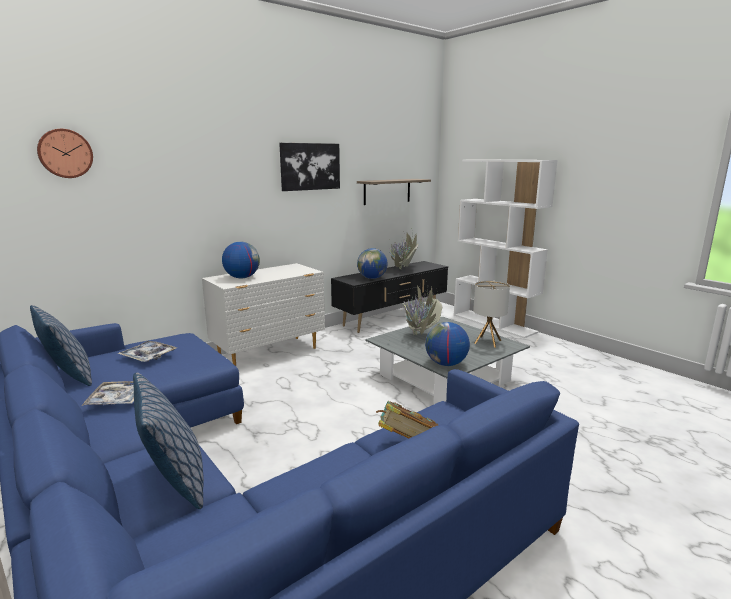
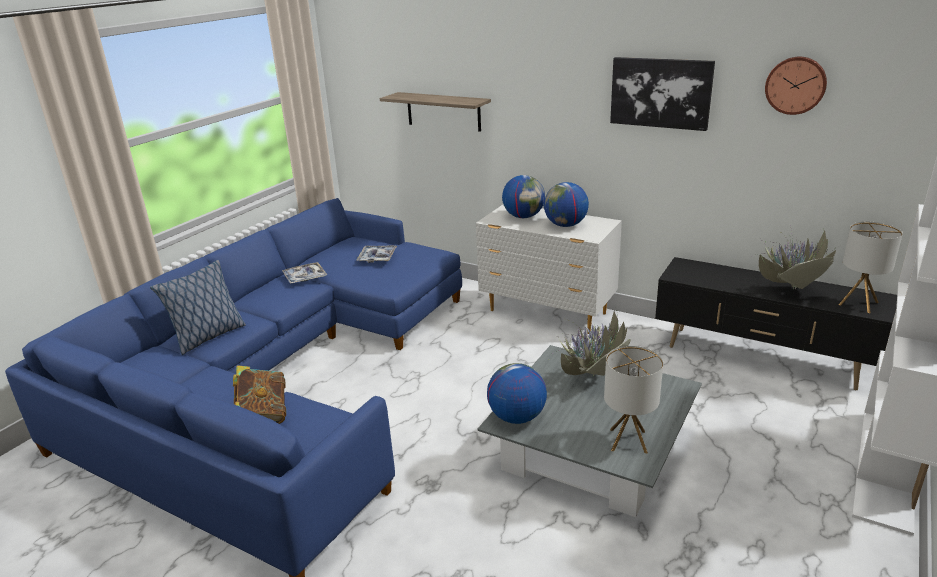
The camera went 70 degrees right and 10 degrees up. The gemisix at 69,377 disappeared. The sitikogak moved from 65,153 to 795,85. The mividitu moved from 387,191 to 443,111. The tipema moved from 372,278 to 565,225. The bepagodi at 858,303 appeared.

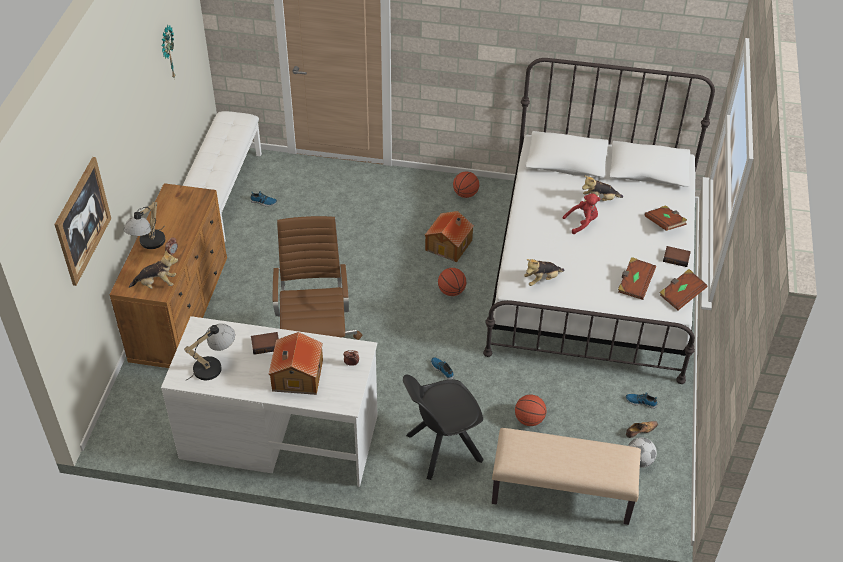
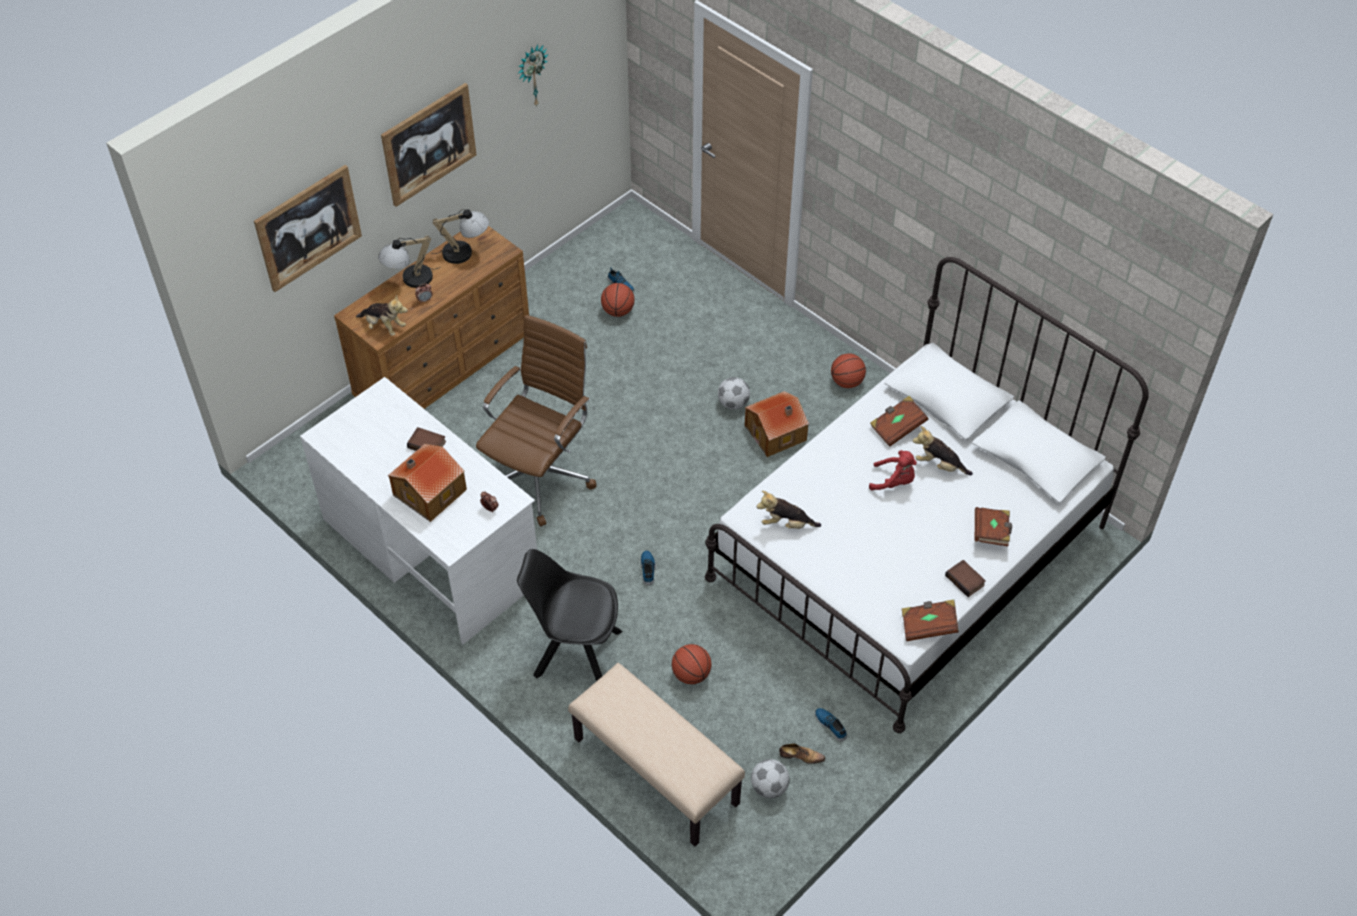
The camera went 35 degrees right and 5 degrees up. The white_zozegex at 223,194 disappeared. The bepagodi moved from 214,365 to 465,253. The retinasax moved from 451,291 to 618,311. The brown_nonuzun moved from 634,284 to 897,427. The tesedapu at 429,144 appeared. The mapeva at 733,403 appeared.

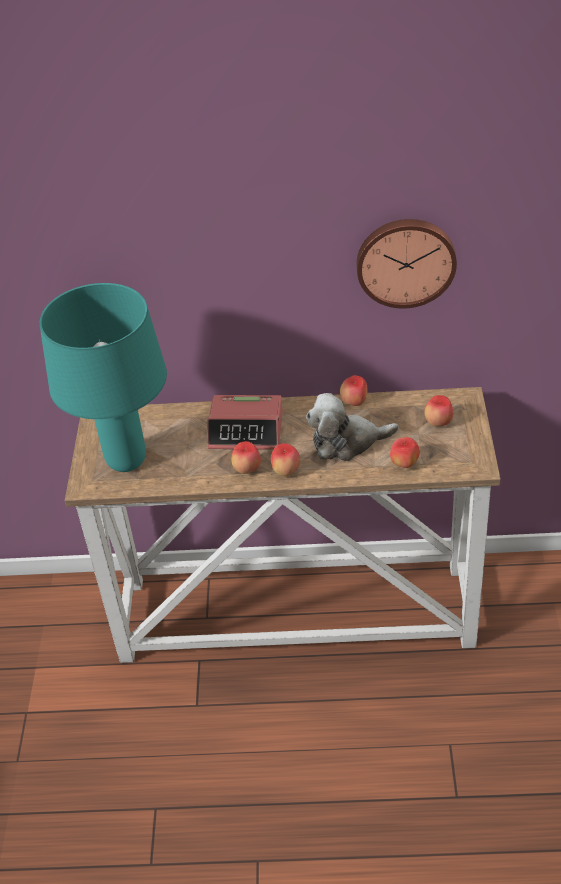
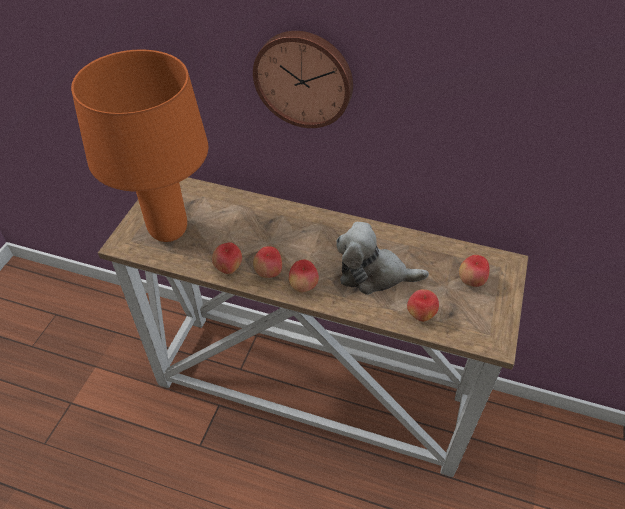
The camera went 15 degrees right and 5 degrees up. The turquoise_bepagodi at 126,461 became the orange_bepagodi at 168,231. The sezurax at 246,430 disappeared. The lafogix moved from 354,402 to 228,268. The sitikogak moved from 405,261 to 304,78.

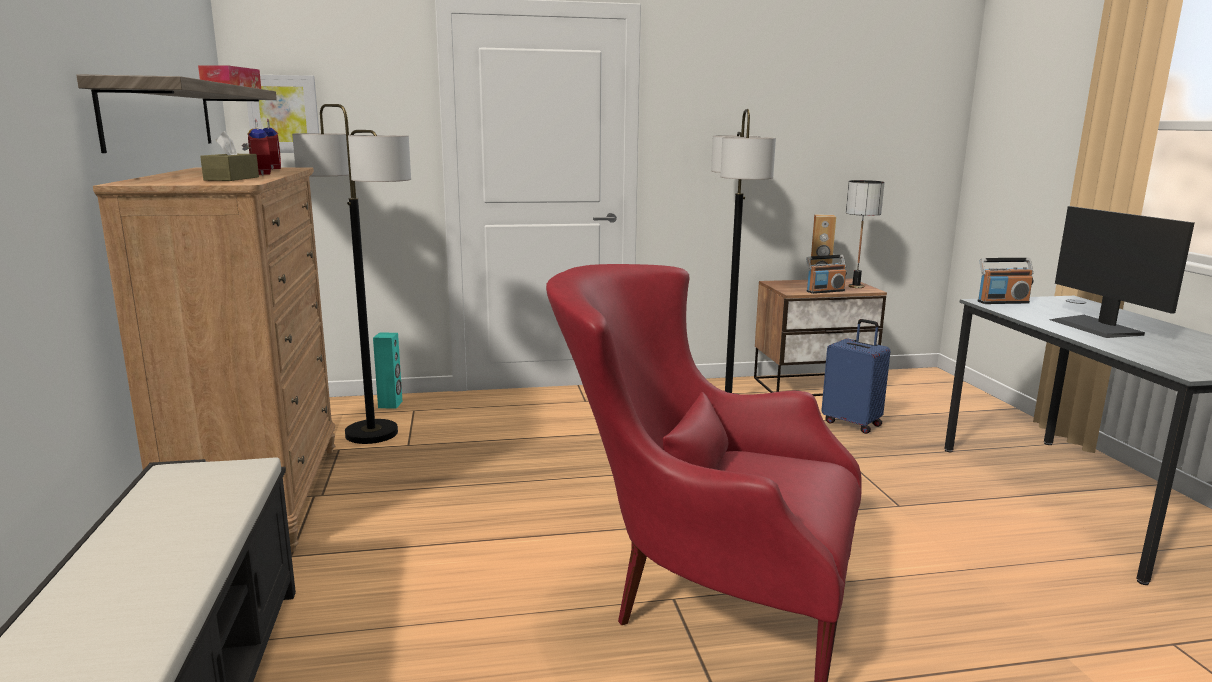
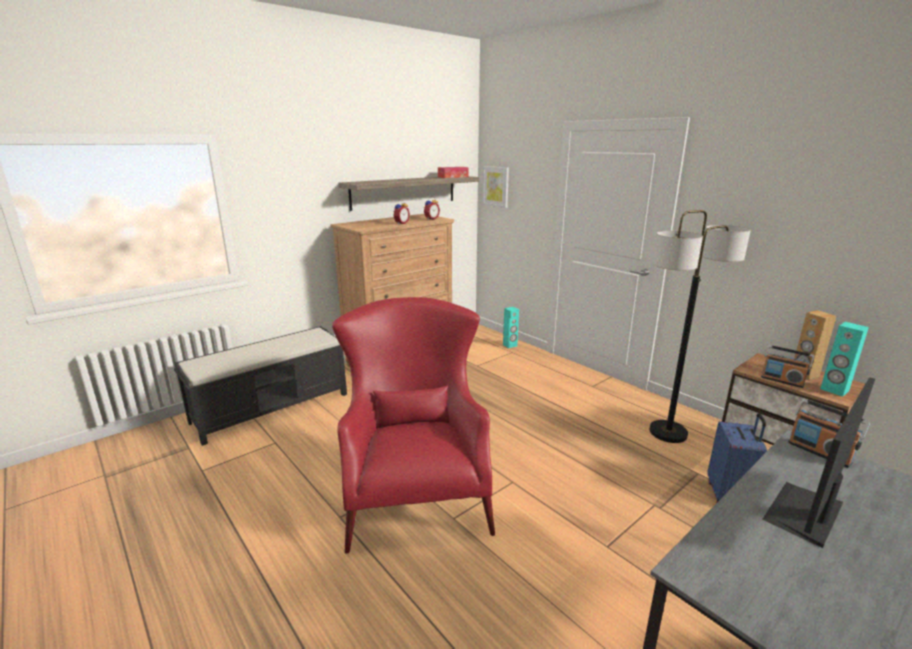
The camera went 60 degrees right and 5 degrees up. The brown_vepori at 232,178 disappeared. The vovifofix at 371,434 disappeared. The bepagodi at 856,286 was replaced by the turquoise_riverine at 834,390.

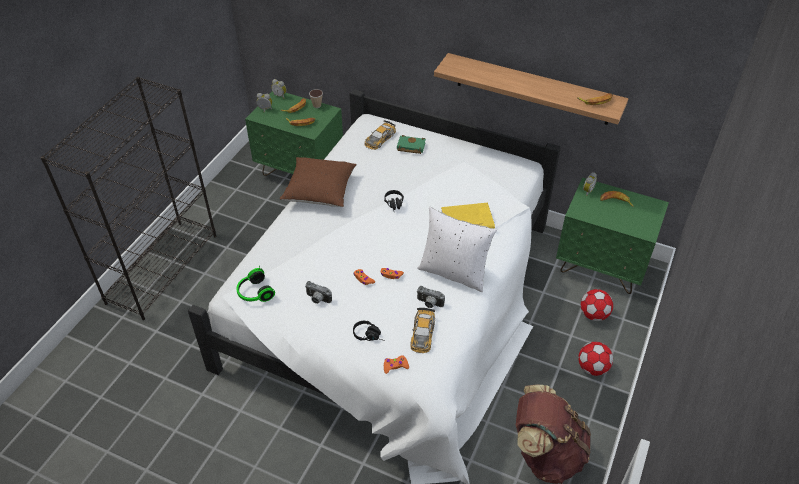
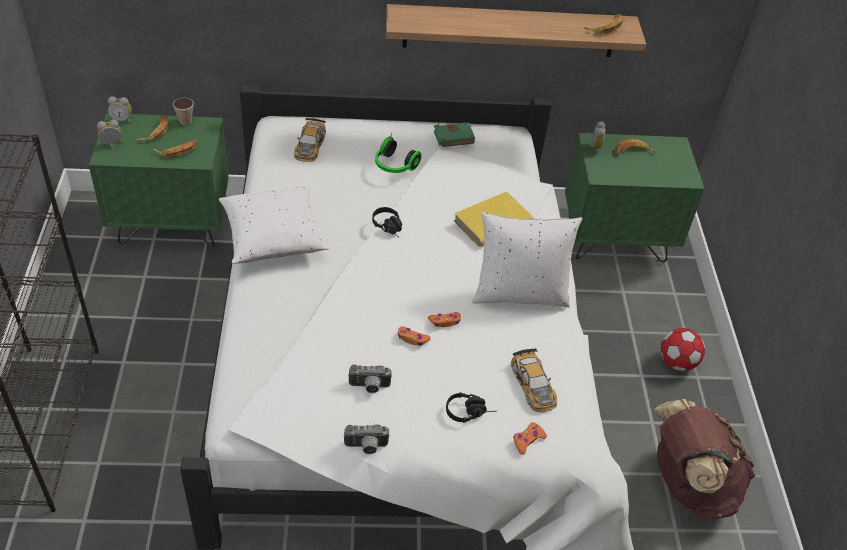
The camera went 30 degrees left and 0 degrees up. The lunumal moved from 254,293 to 394,166. The brown_gemisix at 320,191 became the white_gemisix at 273,238. The green_nonuzun moved from 410,147 to 453,138. The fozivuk moved from 429,304 to 366,447. The mapeva at 594,315 disappeared.

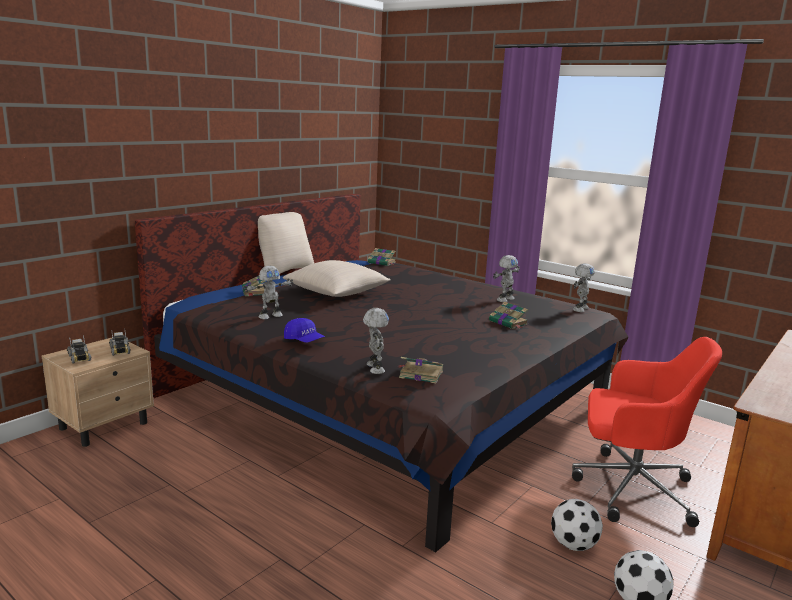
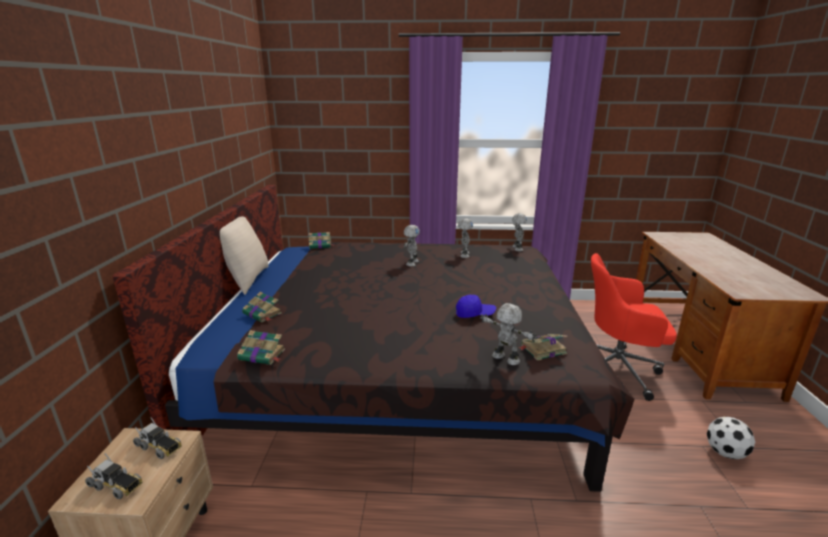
The camera went 35 degrees left and 5 degrees up. The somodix moved from 270,316 to 411,263. The beige_gemisix at 336,292 disappeared. The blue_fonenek moved from 304,341 to 475,314. The nonuzun moved from 508,323 to 263,355. The mapeva at 574,545 disappeared. The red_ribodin at 630,488 turned 150 degrees counterclockwise.

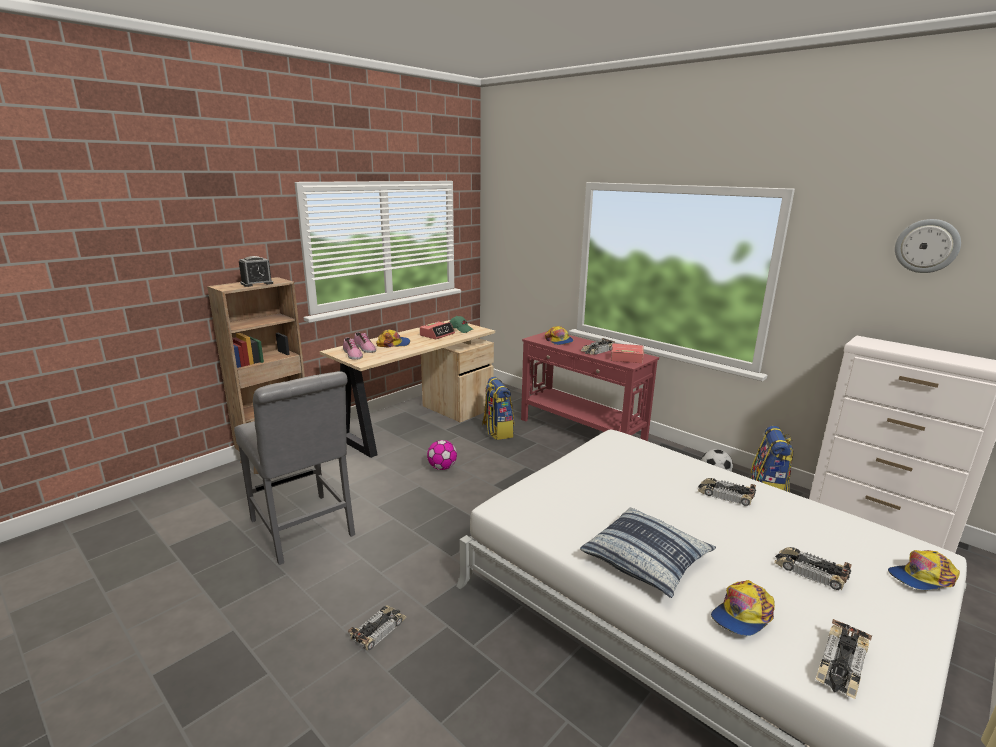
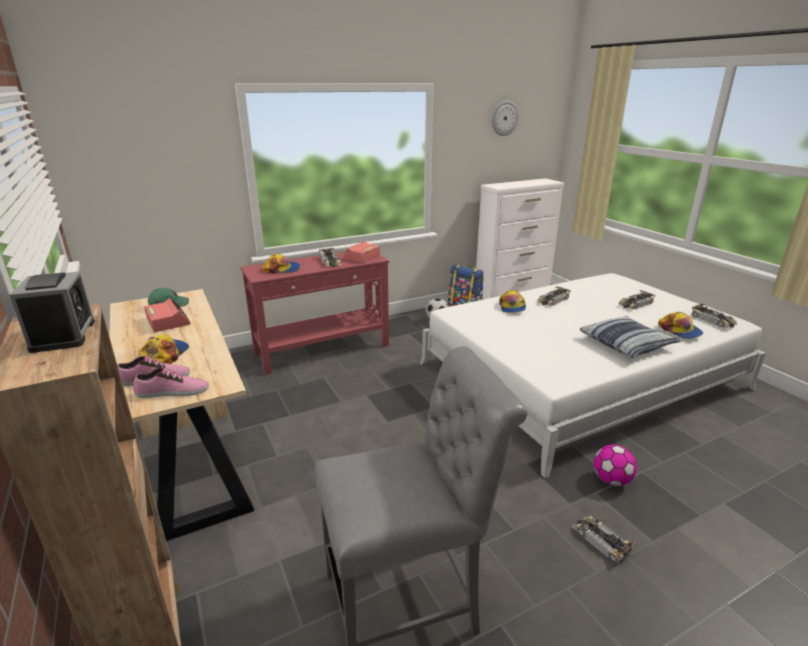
The camera went 70 degrees left and 5 degrees up. The mapeva moved from 442,468 to 611,480. The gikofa at 497,431 disappeared. The fonenek moved from 922,578 to 512,307.

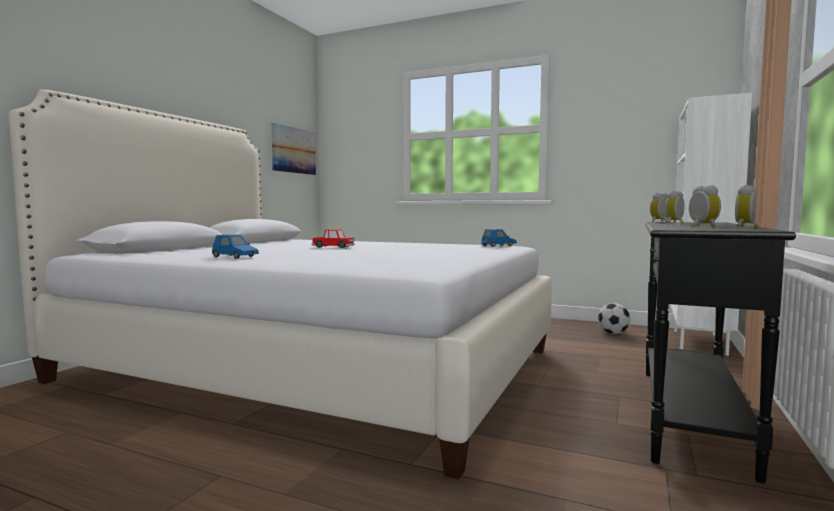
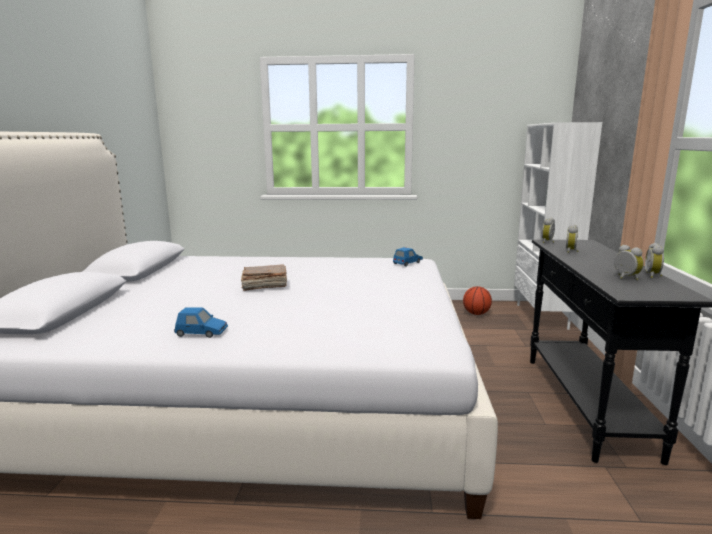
The camera went 20 degrees left and 10 degrees up. The tesedapu at 294,150 disappeared. The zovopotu at 333,247 was replaced by the brown_nonuzun at 264,286. The mapeva at 613,333 was replaced by the retinasax at 476,313.

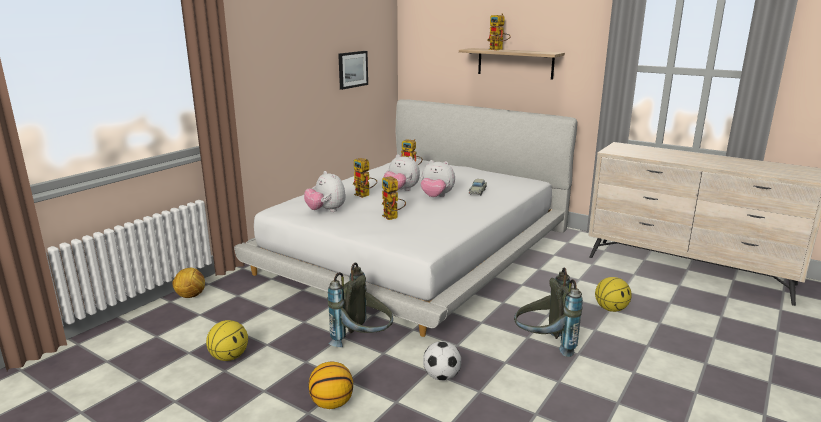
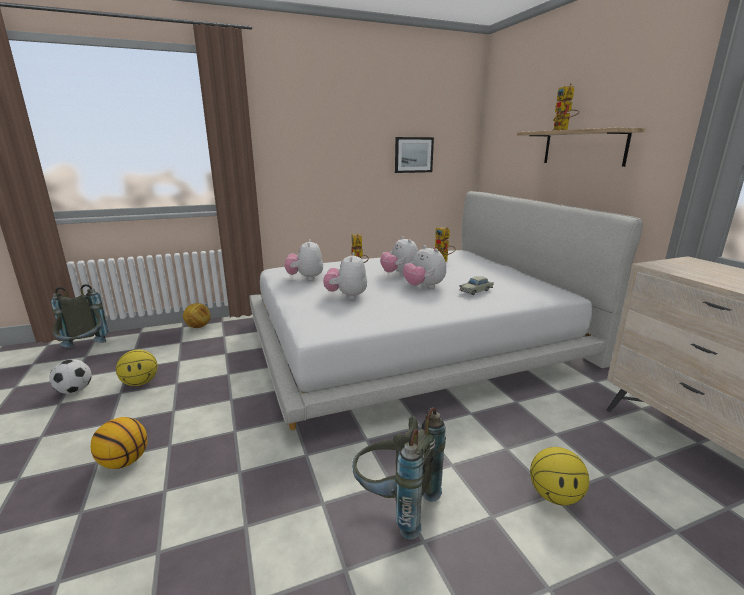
The camera went 35 degrees right and 0 degrees up. The grey_gikofa moved from 363,343 to 85,350. The somodix at 393,217 was replaced by the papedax at 346,296. The mapeva moved from 442,376 to 75,391.

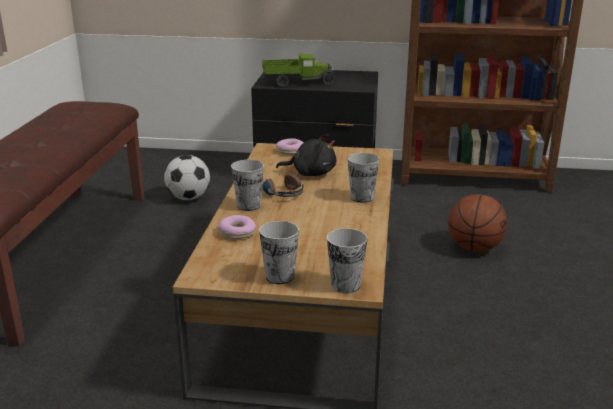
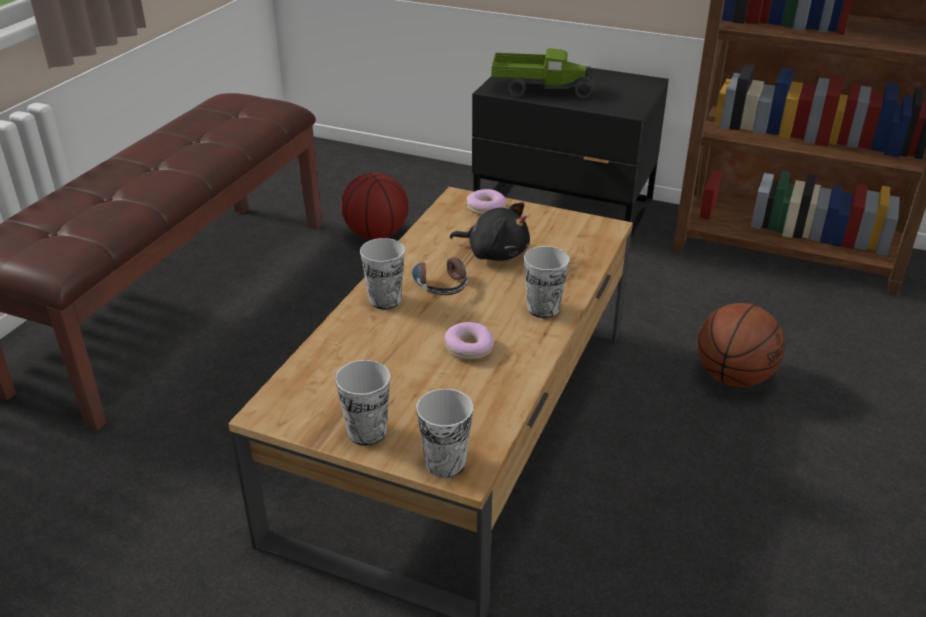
The camera went 15 degrees right and 10 degrees up. The mapeva at 188,198 was replaced by the retinasax at 376,234. The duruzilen moved from 237,233 to 469,348.

